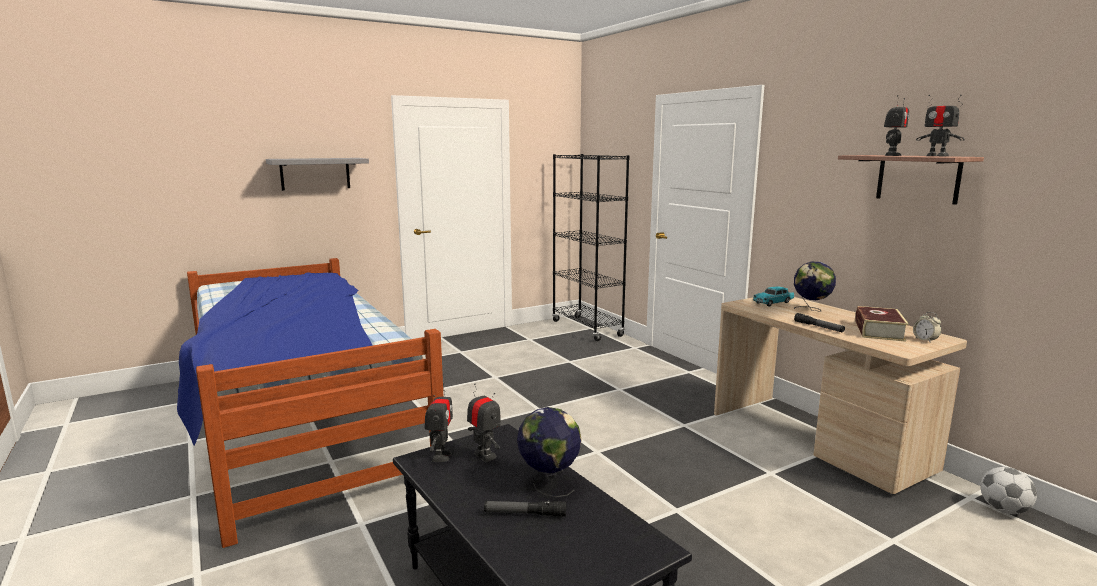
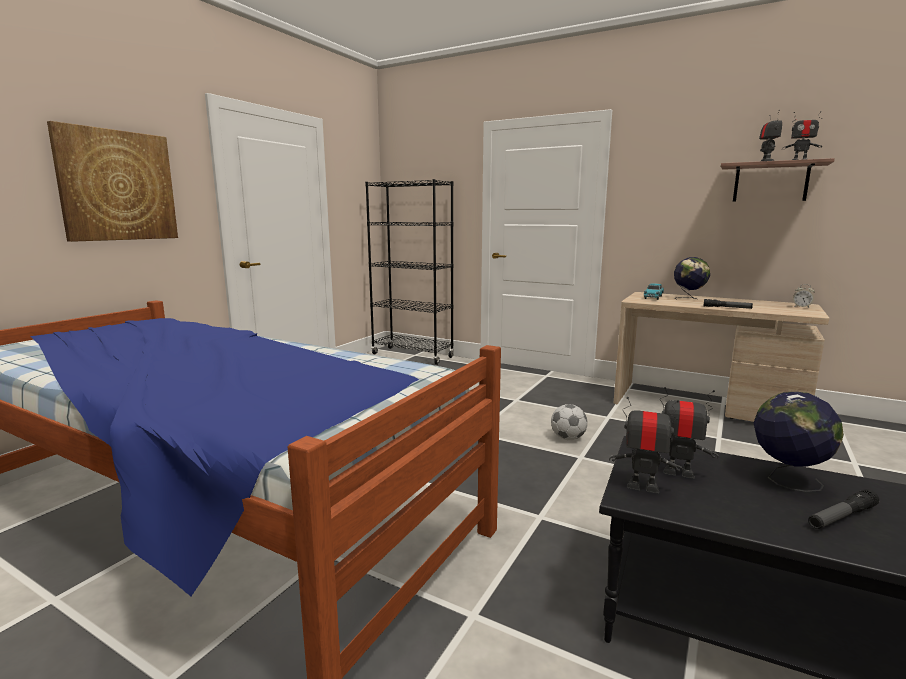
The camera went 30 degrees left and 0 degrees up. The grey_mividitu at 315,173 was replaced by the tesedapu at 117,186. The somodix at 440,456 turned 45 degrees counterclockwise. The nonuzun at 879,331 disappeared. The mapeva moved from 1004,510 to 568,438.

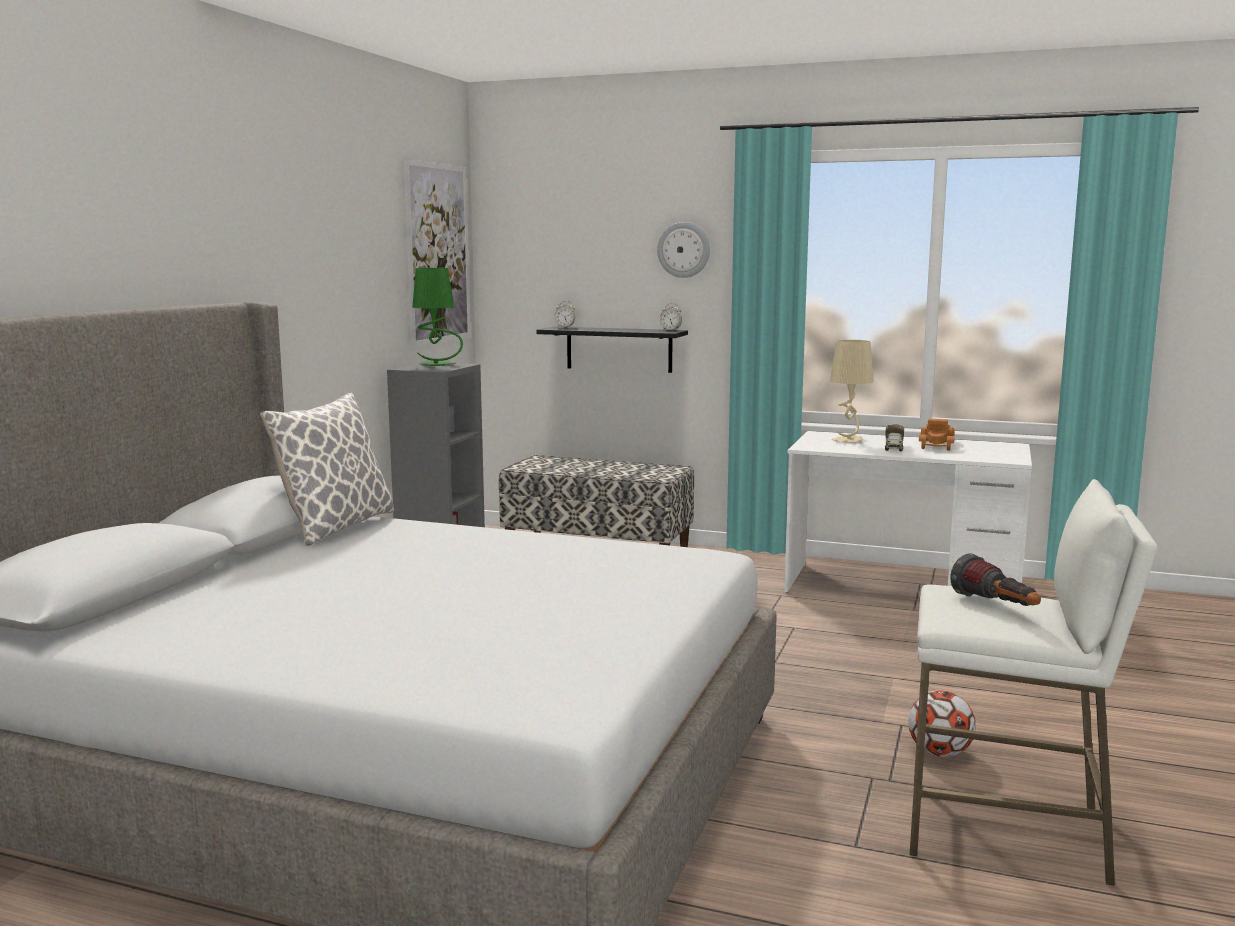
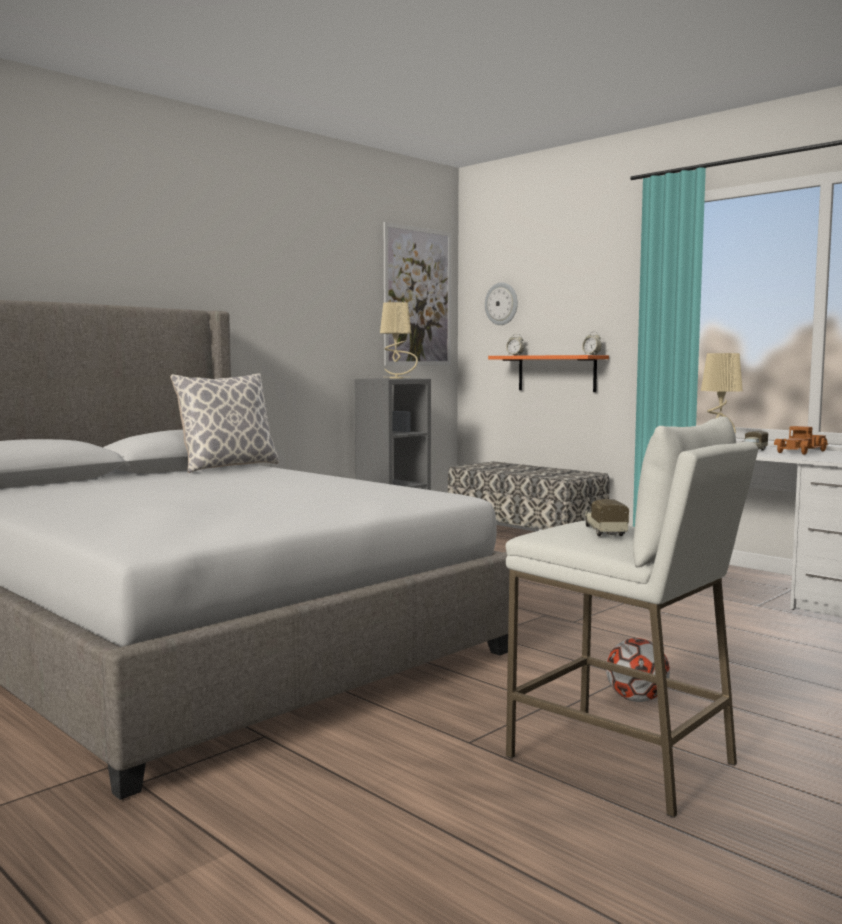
The camera went 25 degrees right and 5 degrees down. The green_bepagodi at 437,364 became the beige_bepagodi at 397,378. The black_mividitu at 619,349 became the orange_mividitu at 556,373. The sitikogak moved from 684,250 to 501,304. The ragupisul at 996,607 was replaced by the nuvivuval at 604,531.

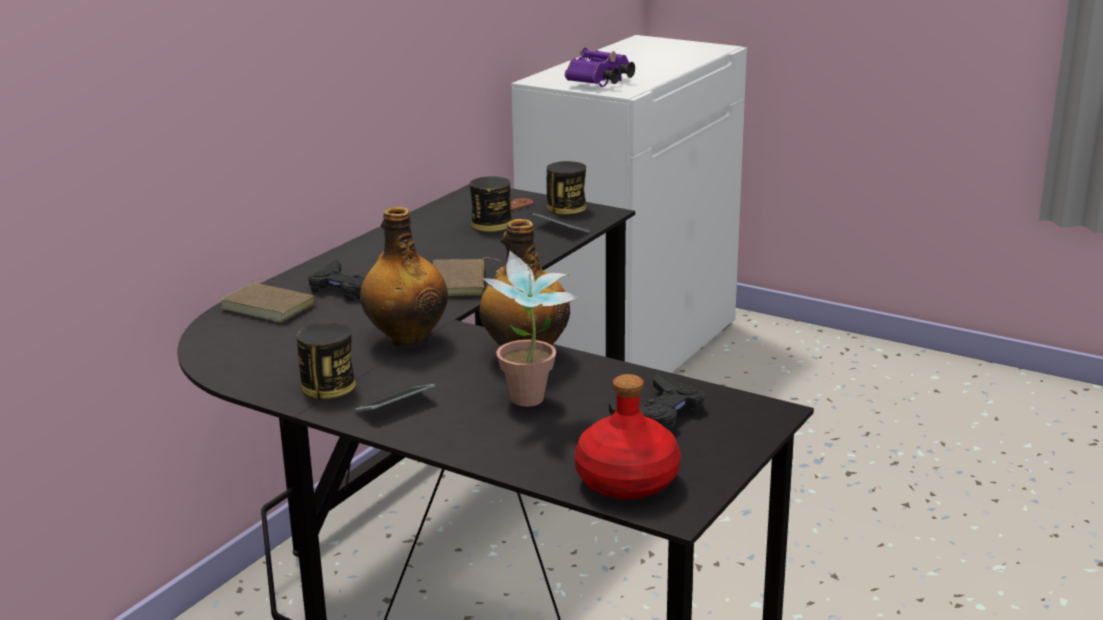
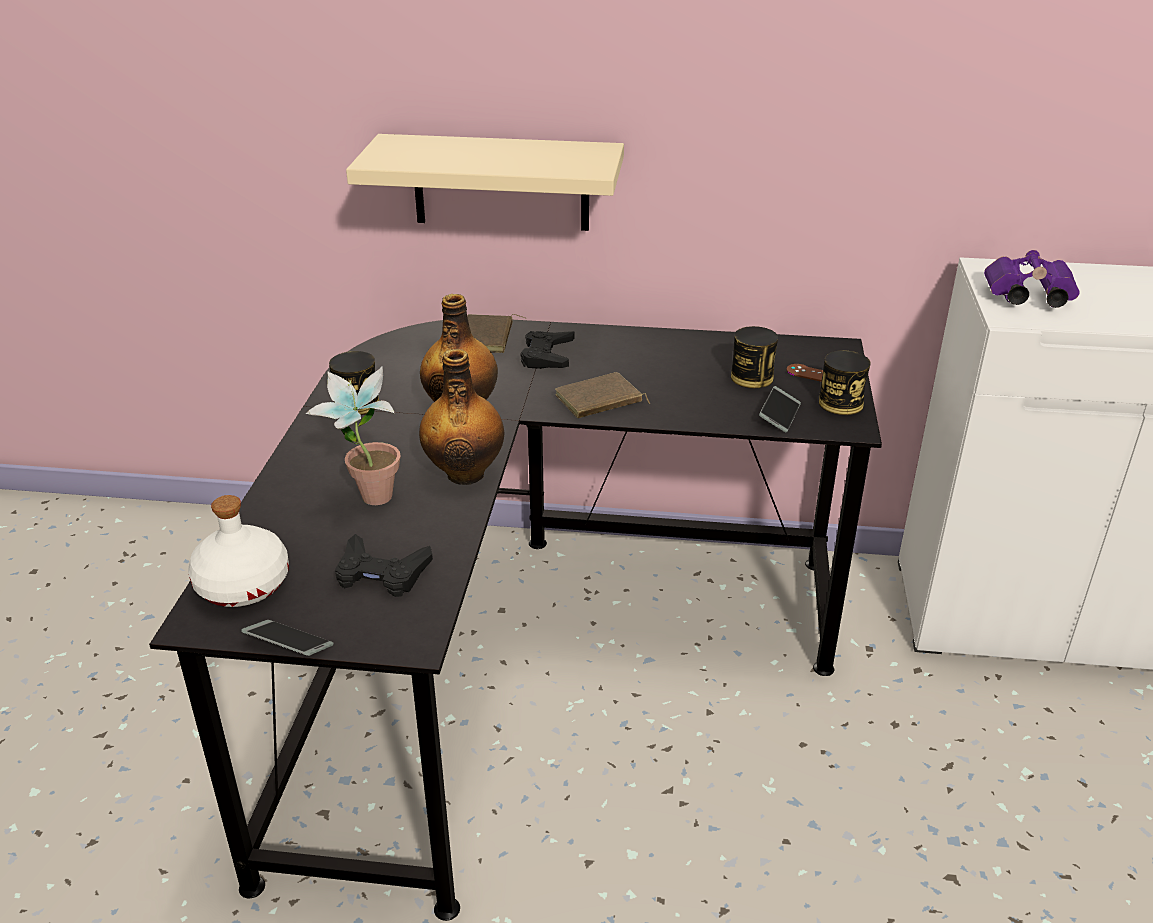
The camera went 65 degrees right and 10 degrees up. The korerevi moved from 395,406 to 289,644. The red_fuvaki at 627,480 became the white_fuvaki at 244,585. The beige_mividitu at 501,182 appeared.

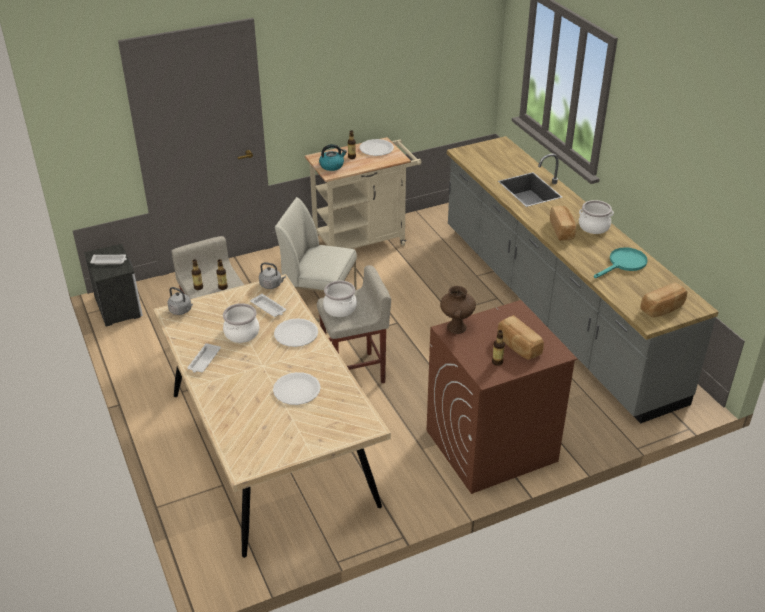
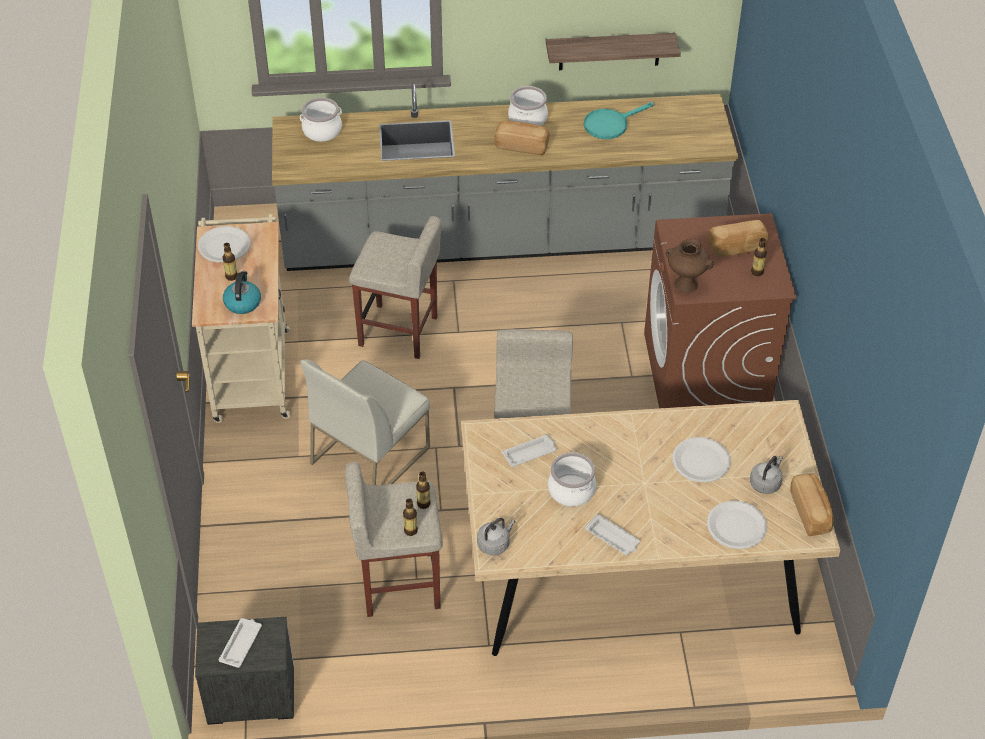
The camera went 70 degrees left and 10 degrees up. The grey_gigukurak moved from 272,285 to 765,483. The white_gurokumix moved from 296,334 to 736,526. The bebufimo moved from 340,308 to 322,130. The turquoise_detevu at 624,264 turned 105 degrees counterclockwise. The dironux moved from 663,308 to 811,512. The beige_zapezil at 399,331 appeared. The mividitu at 609,51 appeared.

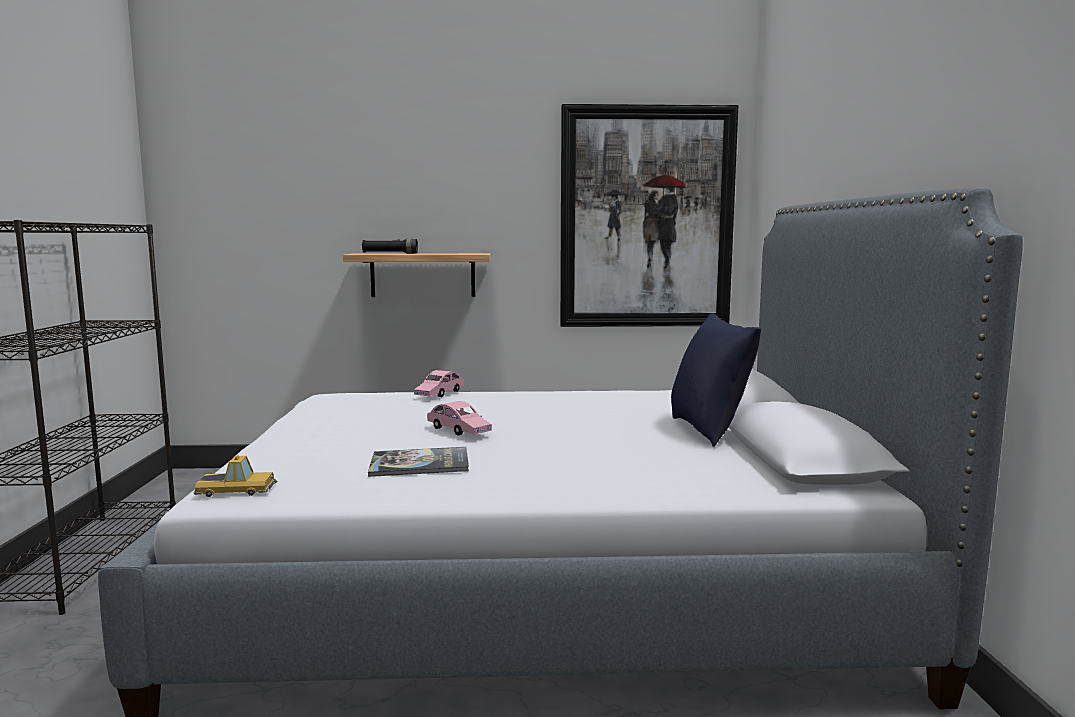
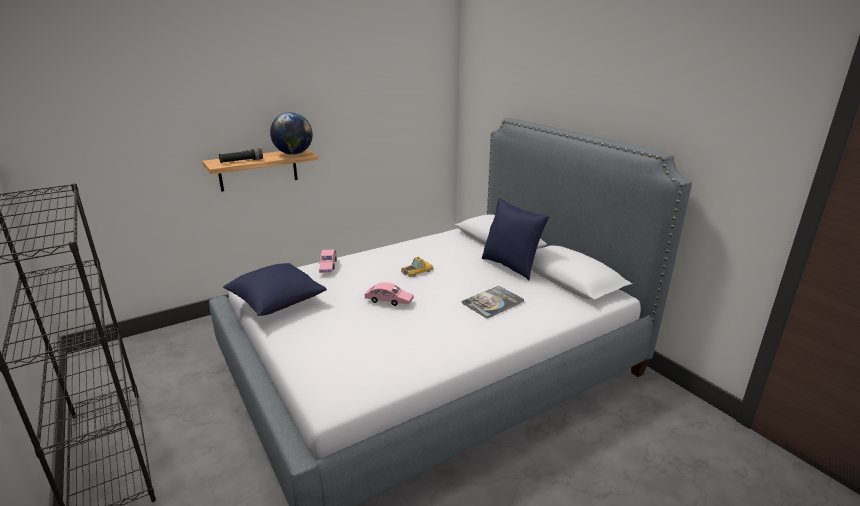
The camera went 30 degrees left and 15 degrees up. The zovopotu moved from 237,489 to 417,271. The nonuzun moved from 419,464 to 493,302. The tesedapu at 646,218 disappeared. The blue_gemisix at 276,302 appeared. The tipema at 293,154 appeared.

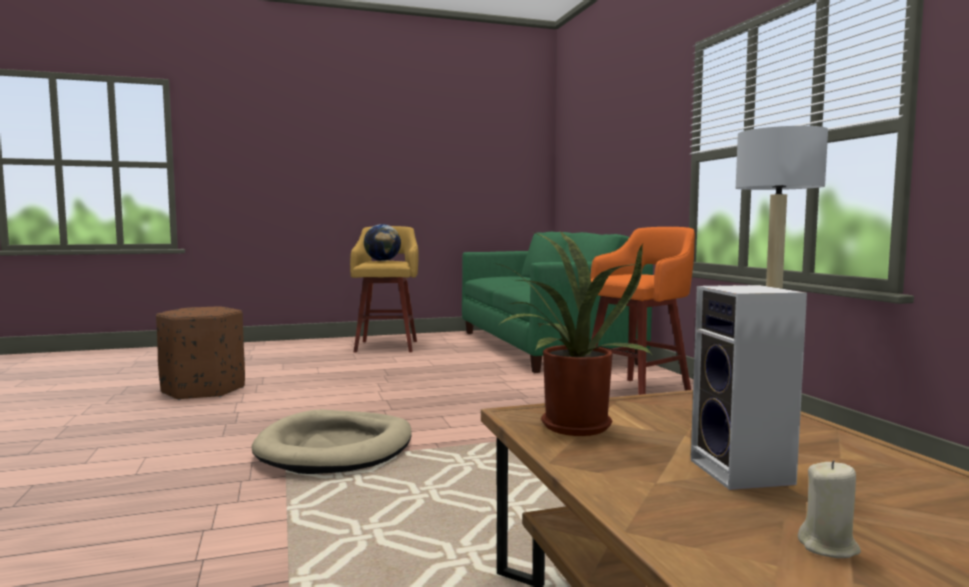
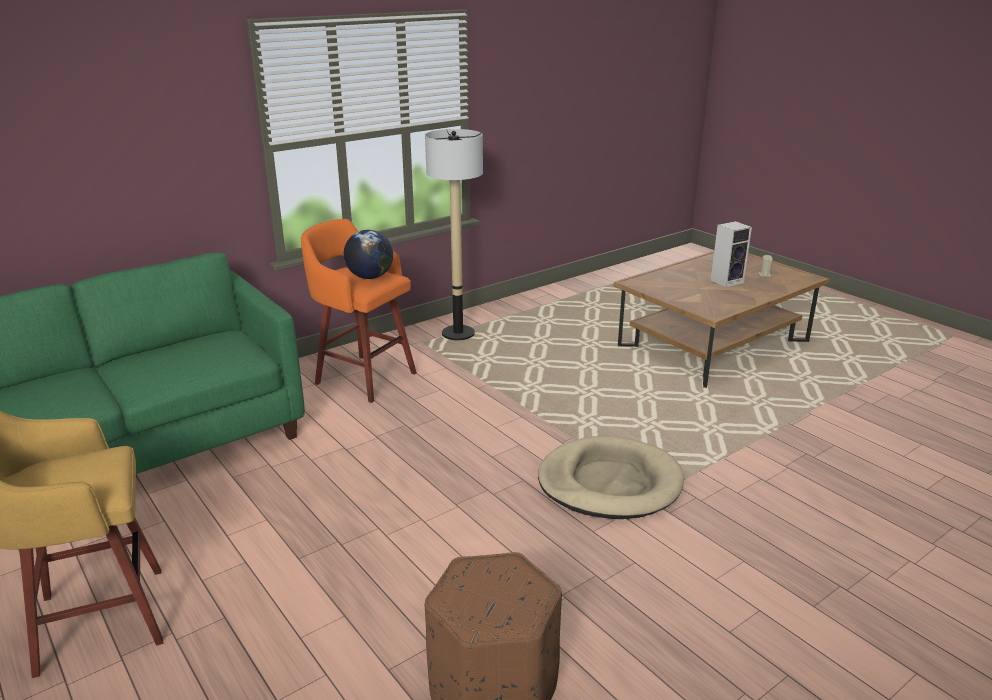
The camera went 110 degrees left and 20 degrees up. The tipema moved from 382,261 to 370,277. The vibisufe at 568,427 disappeared.

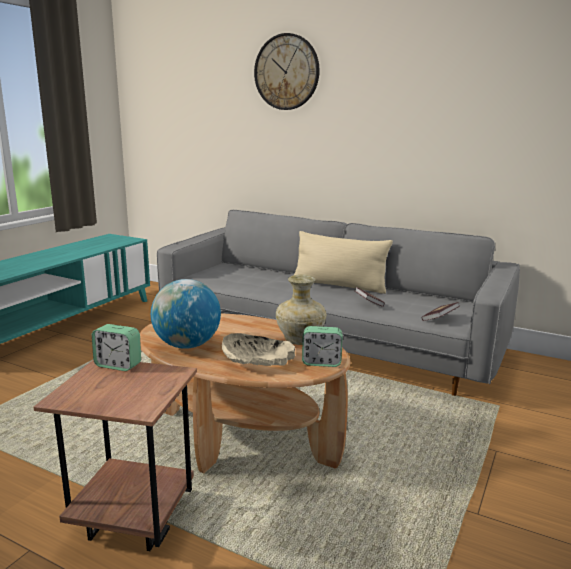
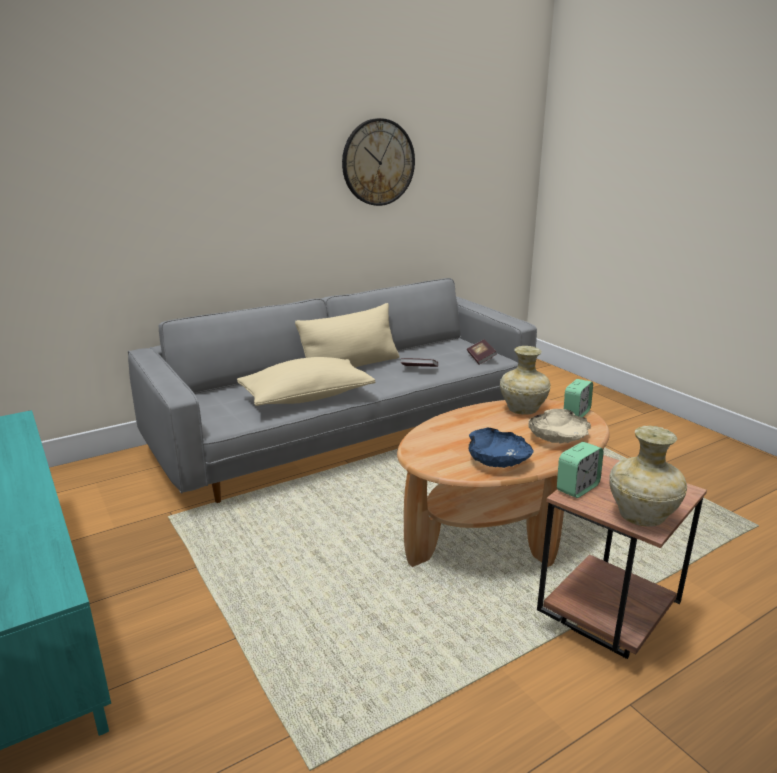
The camera went 60 degrees left and 5 degrees up. The tipema at 187,345 was replaced by the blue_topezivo at 497,459. The sitikogak moved from 286,72 to 378,162. The beige_gemisix at 306,397 appeared. The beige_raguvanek at 640,516 appeared.

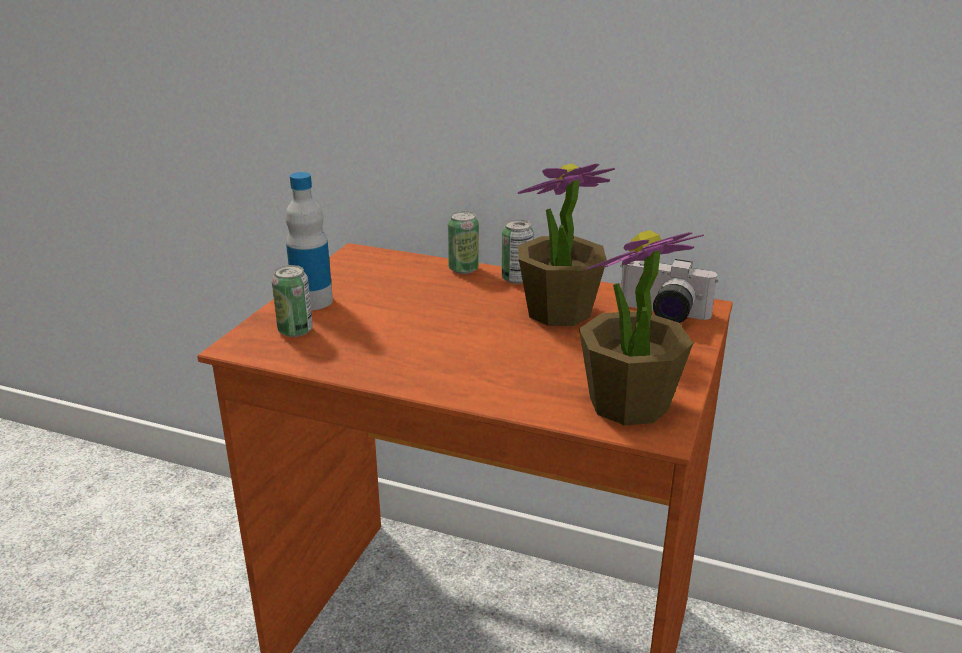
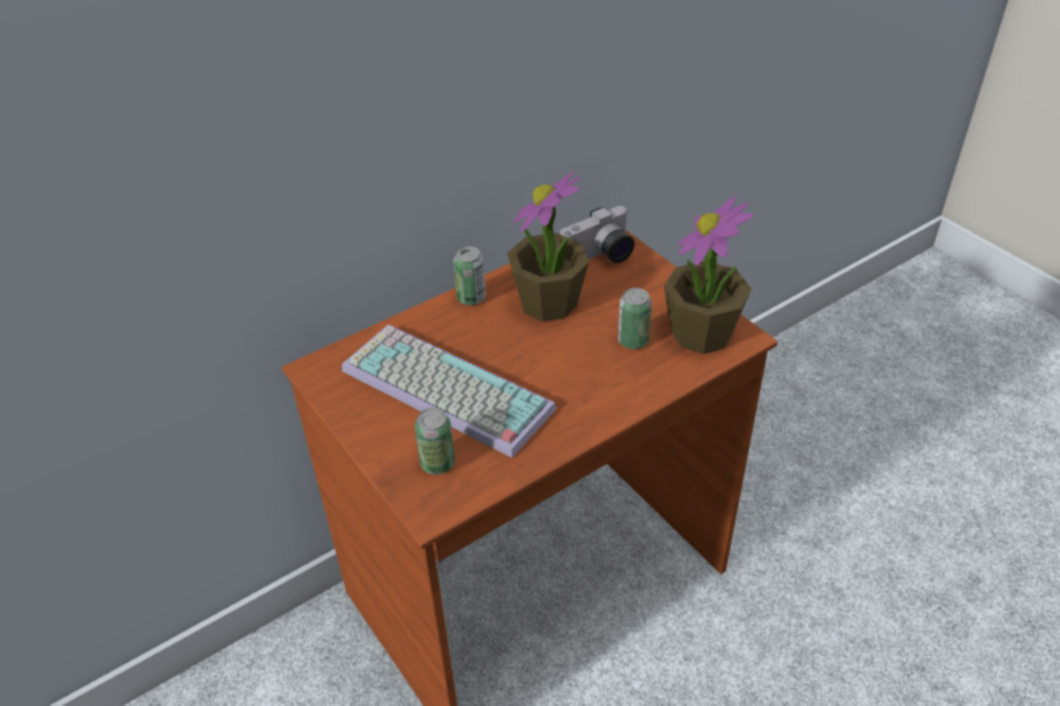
The camera went 55 degrees left and 15 degrees up. The fuvaki at 312,301 disappeared. The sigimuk moved from 463,269 to 633,341. The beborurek at 441,391 appeared.

